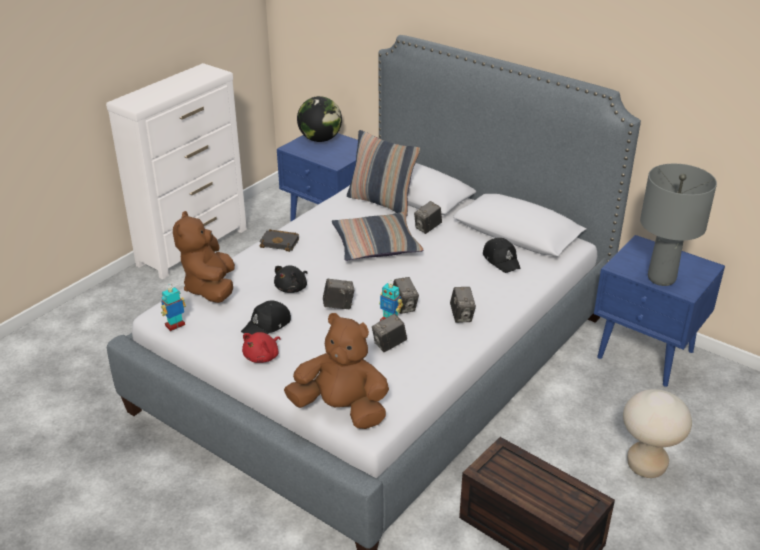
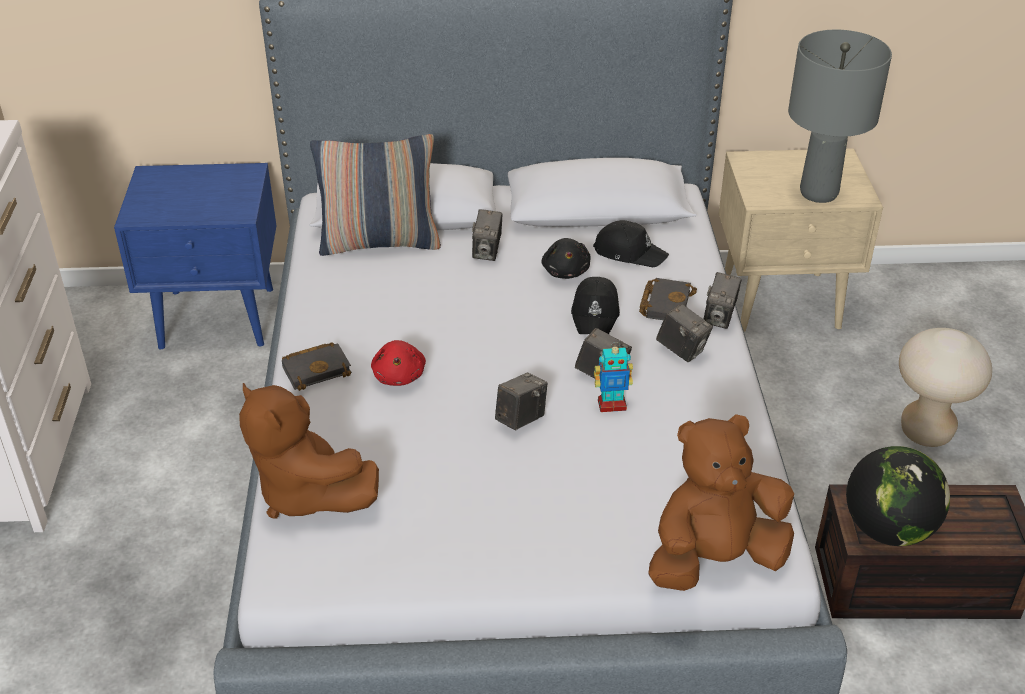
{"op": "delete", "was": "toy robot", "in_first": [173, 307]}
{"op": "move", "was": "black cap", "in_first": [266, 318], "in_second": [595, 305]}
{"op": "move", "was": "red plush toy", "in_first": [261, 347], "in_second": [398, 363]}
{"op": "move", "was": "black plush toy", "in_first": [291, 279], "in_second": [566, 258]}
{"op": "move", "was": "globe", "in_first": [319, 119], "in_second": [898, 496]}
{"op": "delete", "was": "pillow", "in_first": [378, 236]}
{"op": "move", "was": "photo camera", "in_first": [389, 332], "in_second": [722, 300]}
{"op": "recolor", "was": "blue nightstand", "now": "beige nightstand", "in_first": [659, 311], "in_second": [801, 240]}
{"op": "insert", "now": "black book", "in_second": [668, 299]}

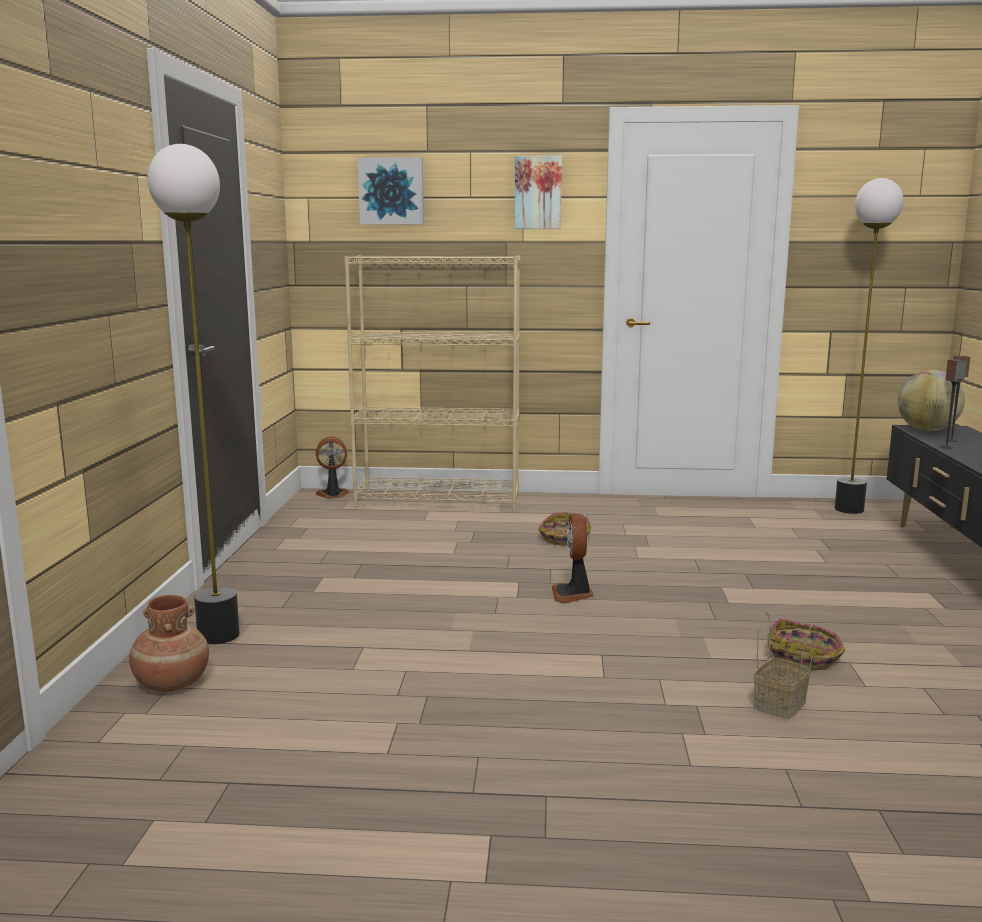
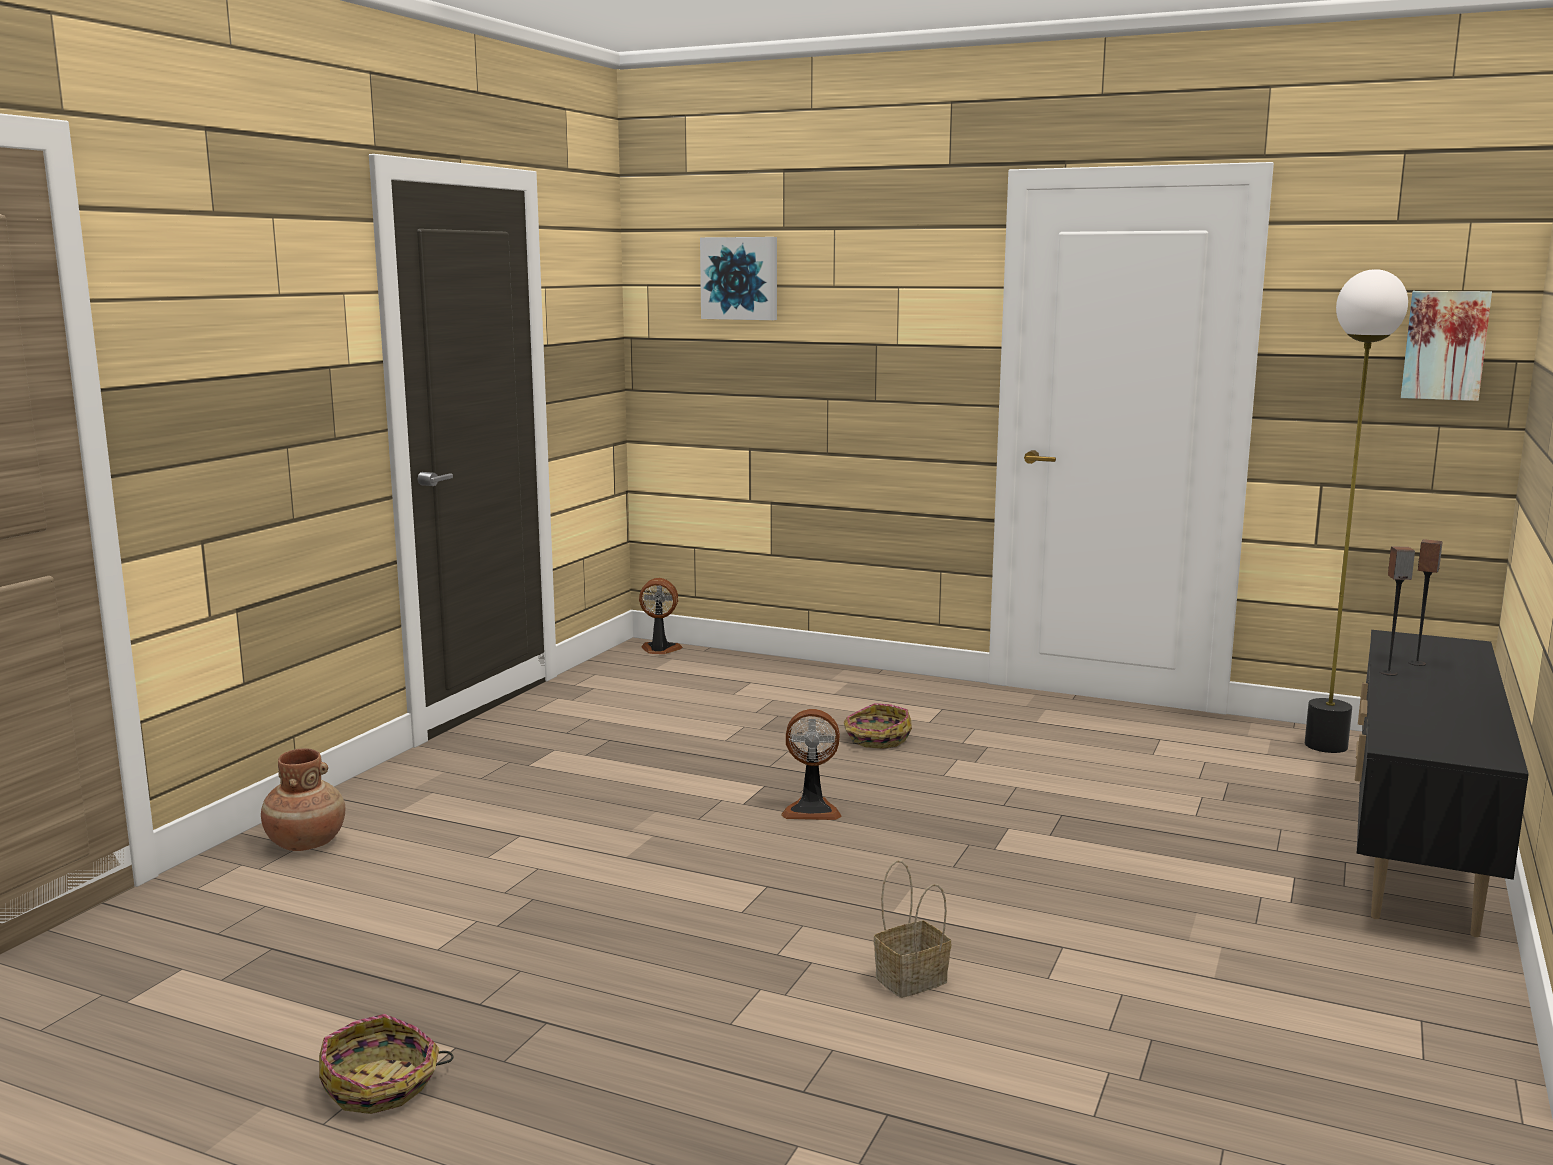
{"op": "delete", "was": "floor lamp", "in_first": [193, 394]}
{"op": "delete", "was": "beige bookcase", "in_first": [432, 383]}
{"op": "move", "was": "picture", "in_first": [538, 192], "in_second": [1446, 346]}
{"op": "rotate", "was": "fan", "in_first": [572, 558], "in_second": [811, 764], "clockwise": -105}
{"op": "move", "was": "basket", "in_first": [806, 644], "in_second": [386, 1064]}
{"op": "delete", "was": "globe", "in_first": [931, 400]}

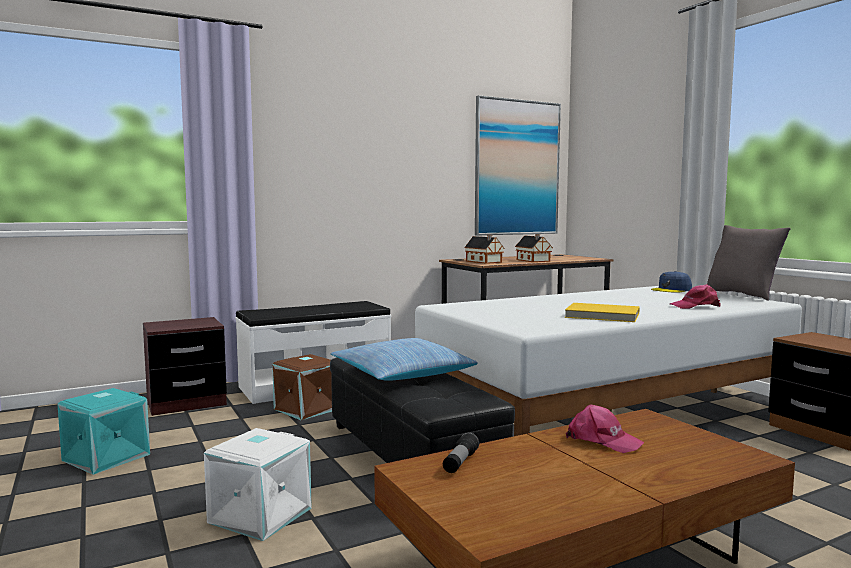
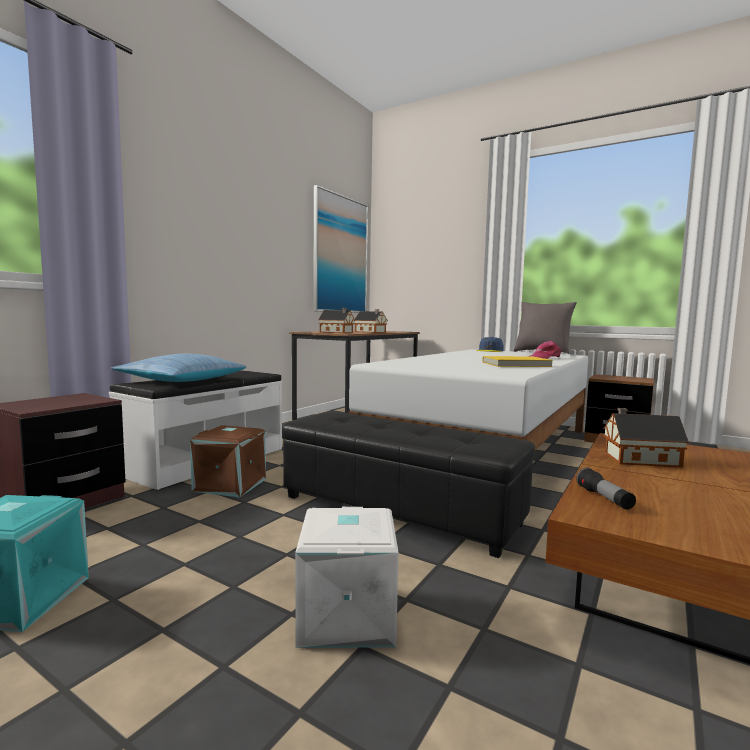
{"op": "move", "was": "pillow", "in_first": [404, 359], "in_second": [178, 367]}
{"op": "replace", "was": "pink cap", "now": "toy house", "in_first": [605, 428], "in_second": [646, 438]}

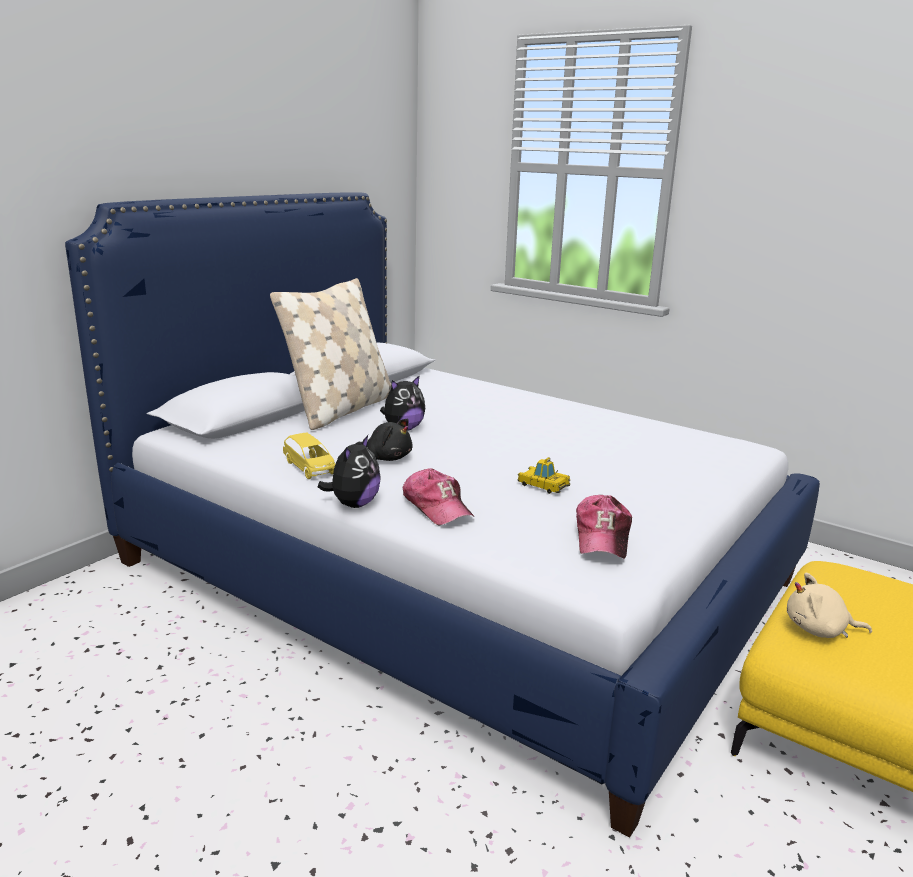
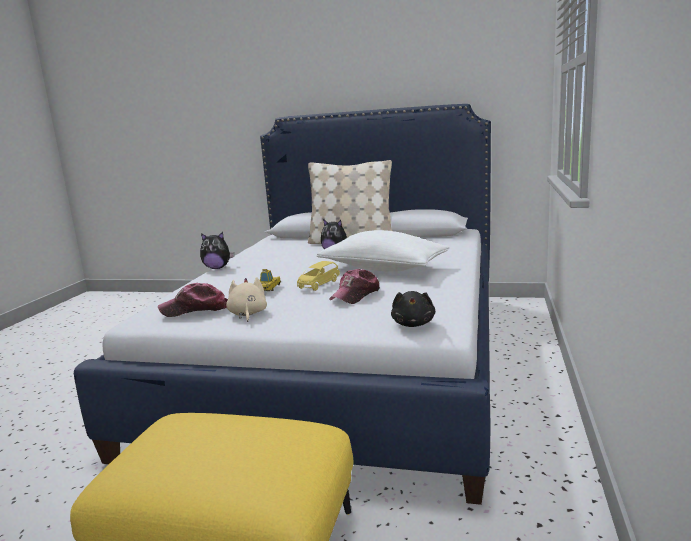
{"op": "move", "was": "yellow toy car", "in_first": [309, 455], "in_second": [318, 276]}
{"op": "move", "was": "black plush toy", "in_first": [384, 440], "in_second": [413, 309]}
{"op": "move", "was": "cap", "in_first": [438, 496], "in_second": [354, 286]}
{"op": "move", "was": "beige plush toy", "in_first": [829, 605], "in_second": [246, 299]}
{"op": "insert", "now": "white pillow", "in_second": [383, 251]}

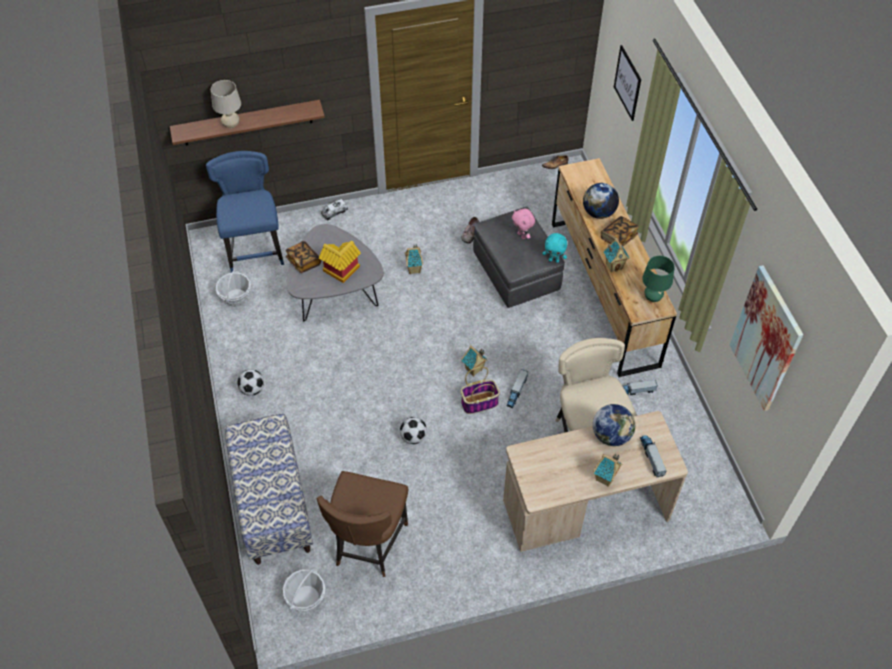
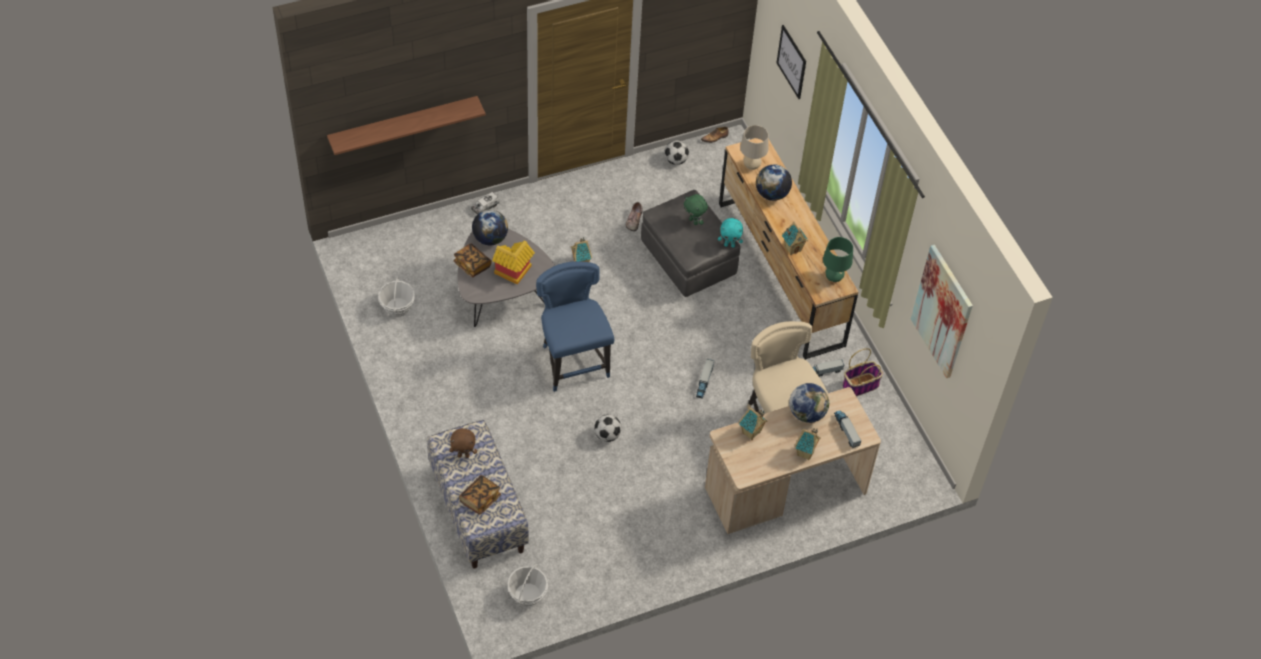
{"op": "move", "was": "blue chair", "in_first": [245, 212], "in_second": [575, 326]}
{"op": "move", "was": "beige table lamp", "in_first": [226, 104], "in_second": [754, 147]}
{"op": "move", "was": "football", "in_first": [250, 382], "in_second": [677, 152]}
{"op": "delete", "was": "brown chair", "in_first": [362, 524]}
{"op": "move", "was": "basket", "in_first": [480, 390], "in_second": [862, 372]}
{"op": "move", "was": "toy house", "in_first": [474, 361], "in_second": [753, 423]}
{"op": "recolor", "was": "pink plush toy", "now": "green plush toy", "in_first": [523, 224], "in_second": [696, 209]}
{"op": "move", "was": "book", "in_first": [620, 231], "in_second": [480, 495]}
{"op": "insert", "now": "brown plush toy", "in_second": [463, 443]}
{"op": "insert", "now": "globe", "in_second": [490, 227]}

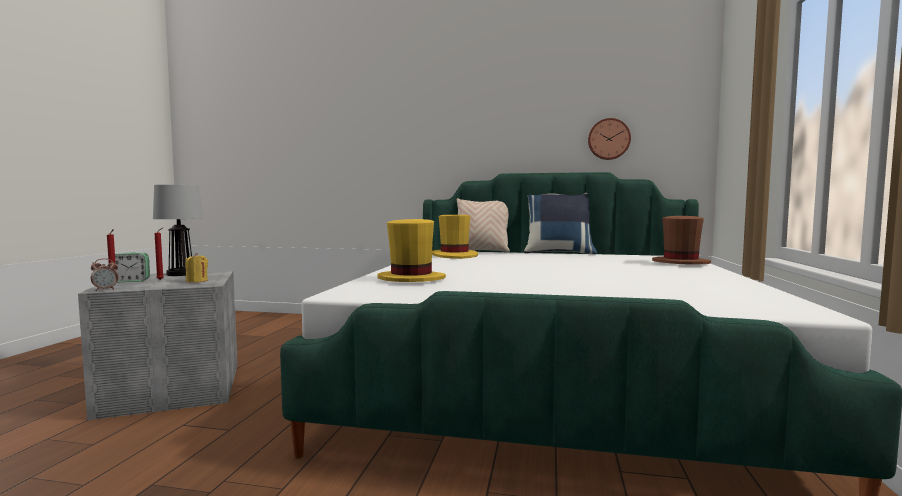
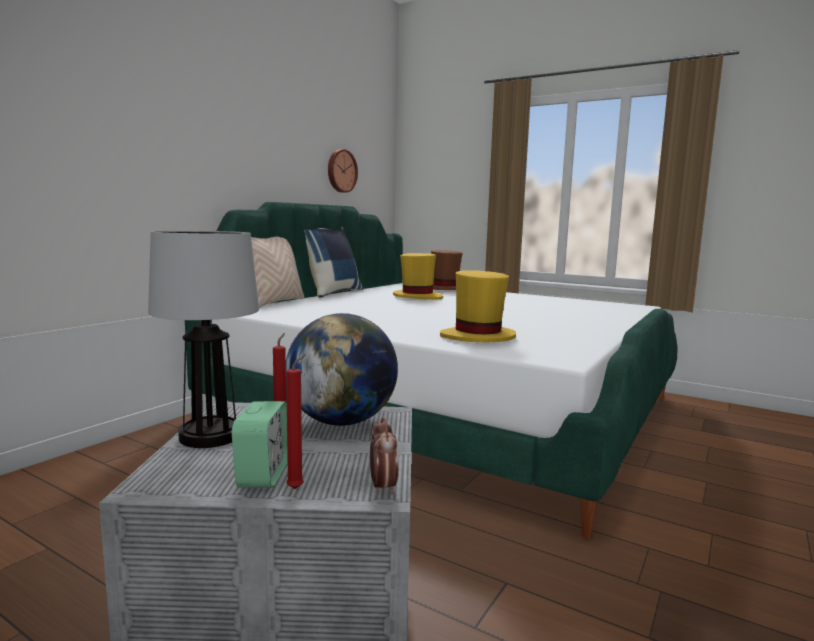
{"op": "replace", "was": "yellow candle", "now": "globe", "in_first": [196, 268], "in_second": [342, 369]}
{"op": "move", "was": "yellow hat", "in_first": [455, 237], "in_second": [418, 276]}

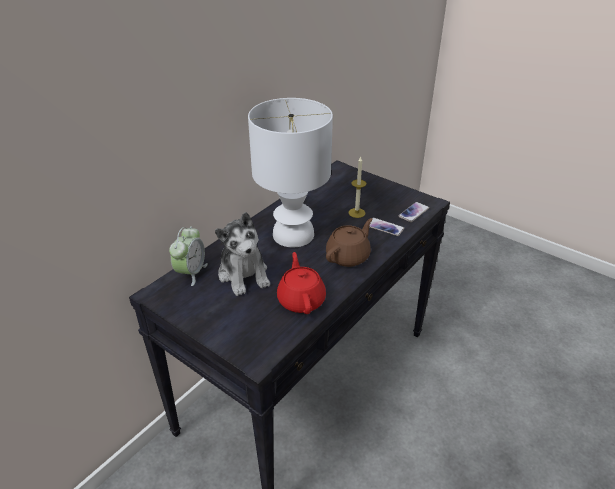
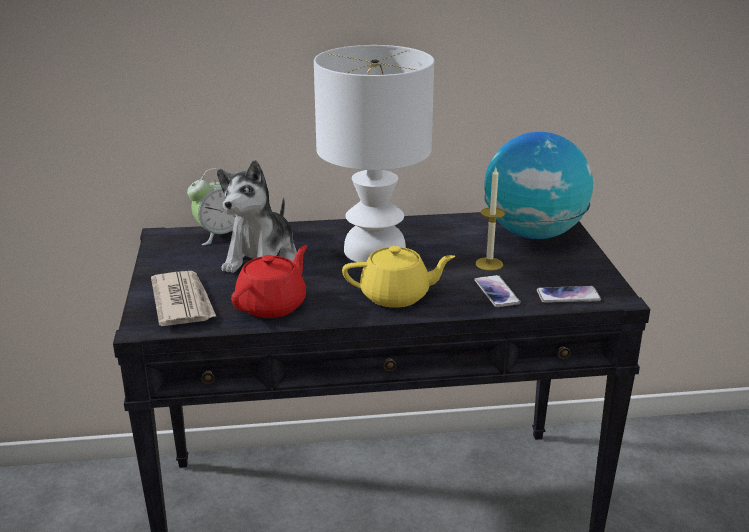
{"op": "recolor", "was": "brown teapot", "now": "yellow teapot", "in_first": [349, 242], "in_second": [398, 277]}
{"op": "insert", "now": "newspaper", "in_second": [183, 298]}
{"op": "insert", "now": "globe", "in_second": [538, 185]}

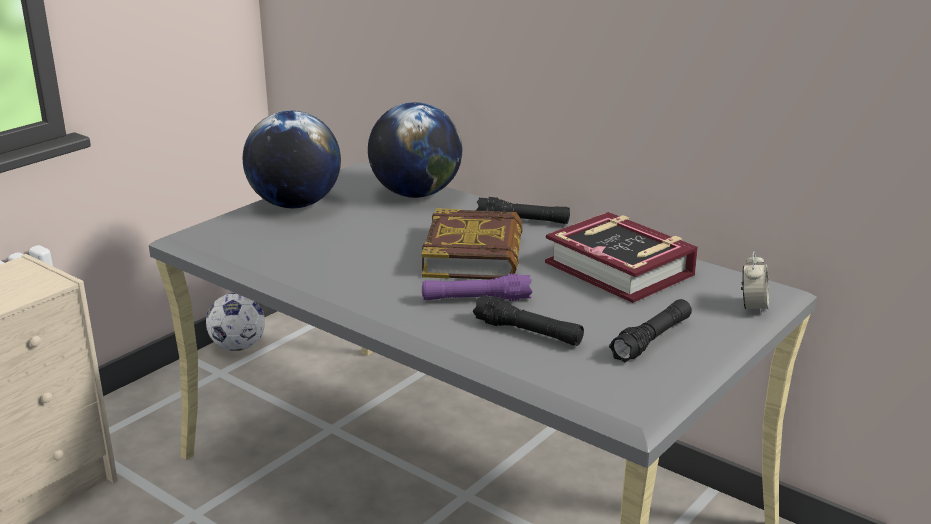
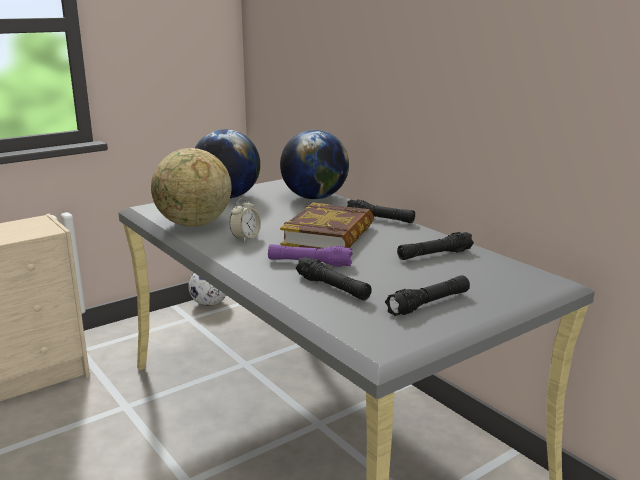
{"op": "replace", "was": "book", "now": "black flashlight", "in_first": [621, 257], "in_second": [435, 246]}
{"op": "move", "was": "alarm clock", "in_first": [755, 283], "in_second": [245, 220]}
{"op": "insert", "now": "globe", "in_second": [191, 187]}

